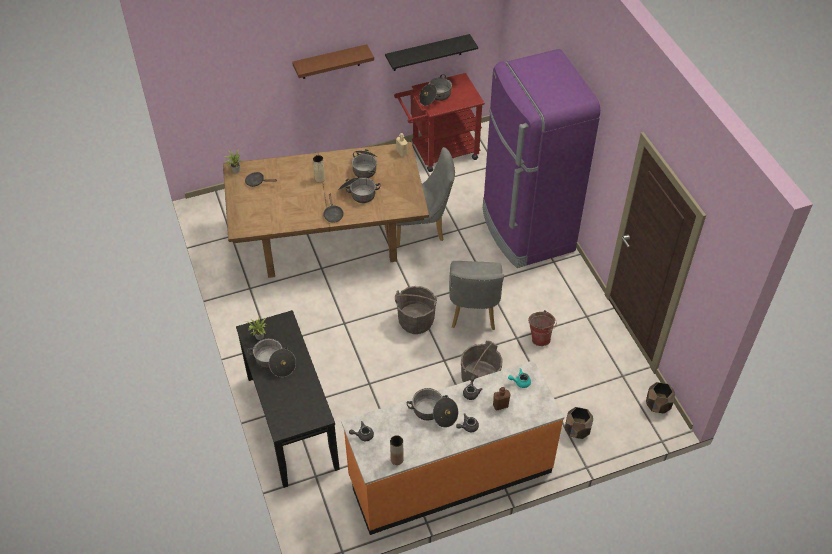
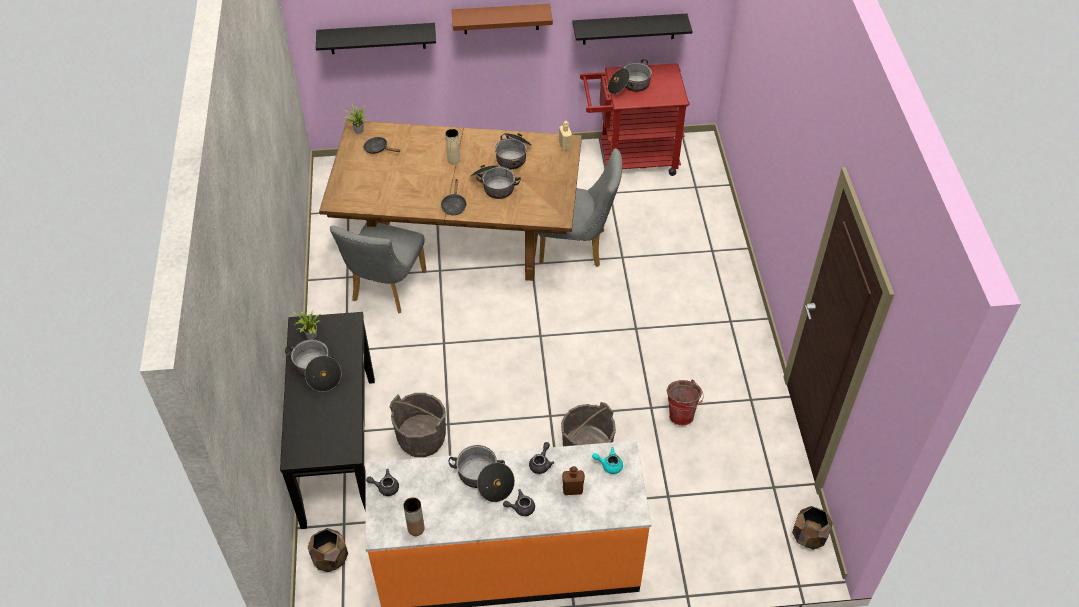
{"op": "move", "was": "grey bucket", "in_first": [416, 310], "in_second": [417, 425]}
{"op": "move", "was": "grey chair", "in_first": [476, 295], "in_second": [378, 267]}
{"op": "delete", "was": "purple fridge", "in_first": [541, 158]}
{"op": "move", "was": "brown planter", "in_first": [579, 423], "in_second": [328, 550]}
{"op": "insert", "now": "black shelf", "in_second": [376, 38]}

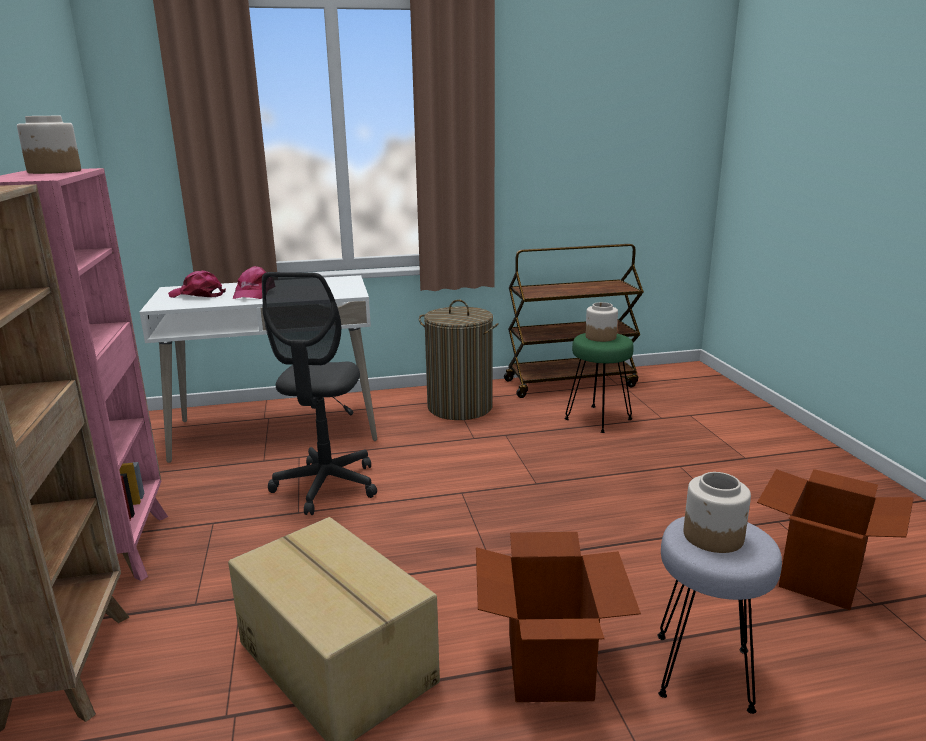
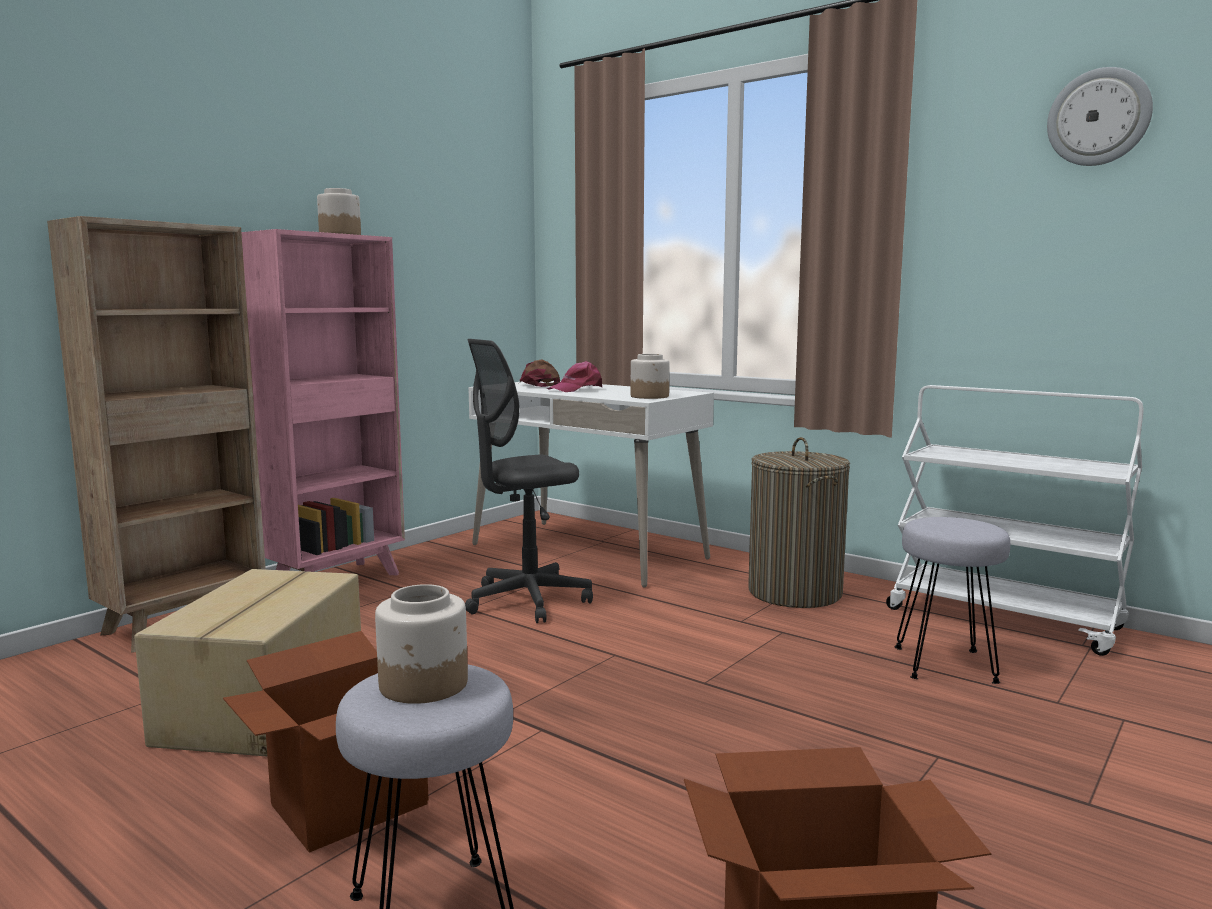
{"op": "recolor", "was": "pink cap", "now": "brown cap", "in_first": [197, 284], "in_second": [539, 373]}
{"op": "recolor", "was": "brown cart", "now": "white cart", "in_first": [574, 321], "in_second": [1015, 520]}
{"op": "recolor", "was": "green stool", "now": "grey stool", "in_first": [599, 383], "in_second": [952, 600]}
{"op": "move", "was": "jar", "in_first": [601, 322], "in_second": [650, 376]}
{"op": "insert", "now": "wall clock", "in_second": [1100, 116]}

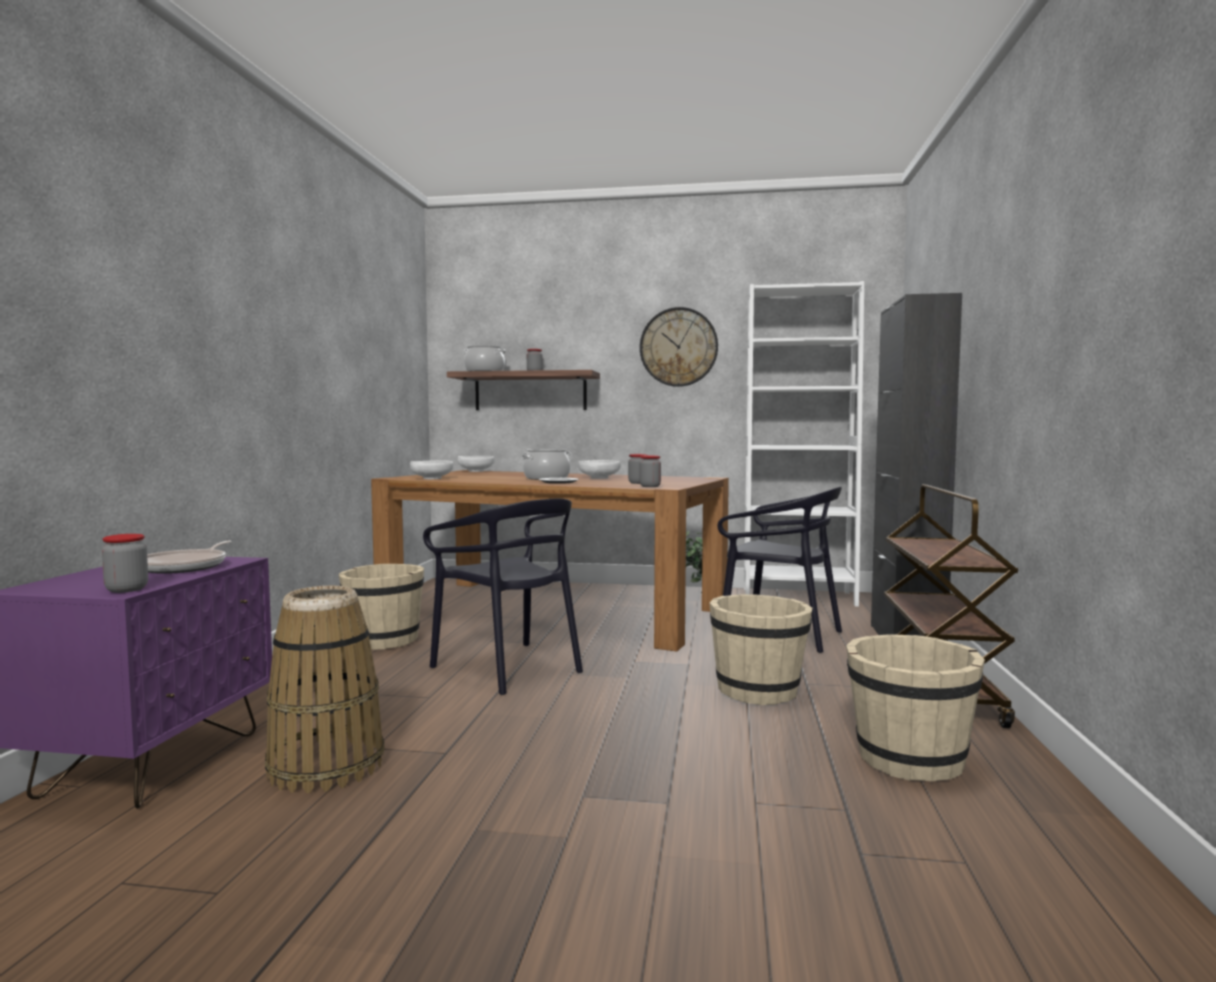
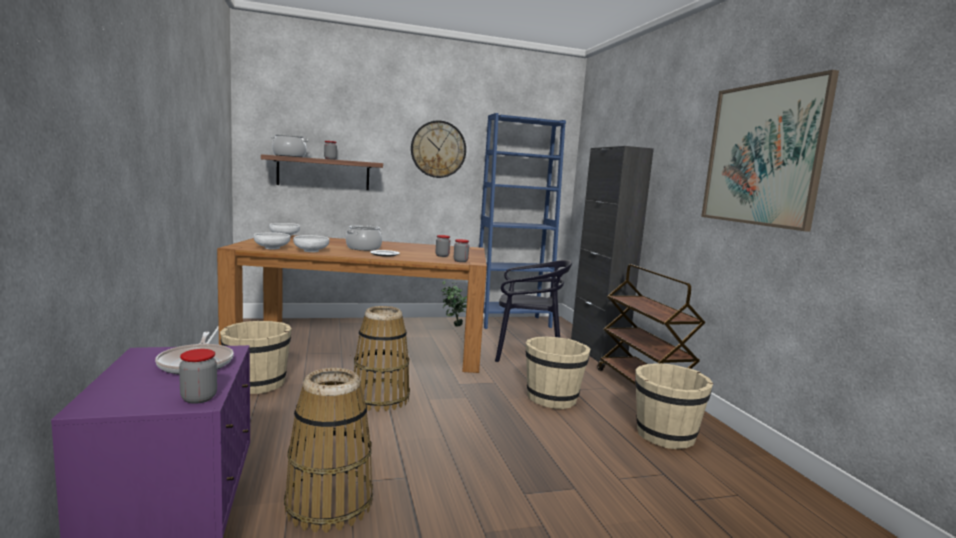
{"op": "replace", "was": "black chair", "now": "basket", "in_first": [503, 597], "in_second": [382, 359]}
{"op": "move", "was": "white bowl", "in_first": [599, 469], "in_second": [311, 243]}
{"op": "recolor", "was": "white bookcase", "now": "blue bookcase", "in_first": [804, 444], "in_second": [522, 221]}
{"op": "insert", "now": "picture", "in_second": [770, 151]}

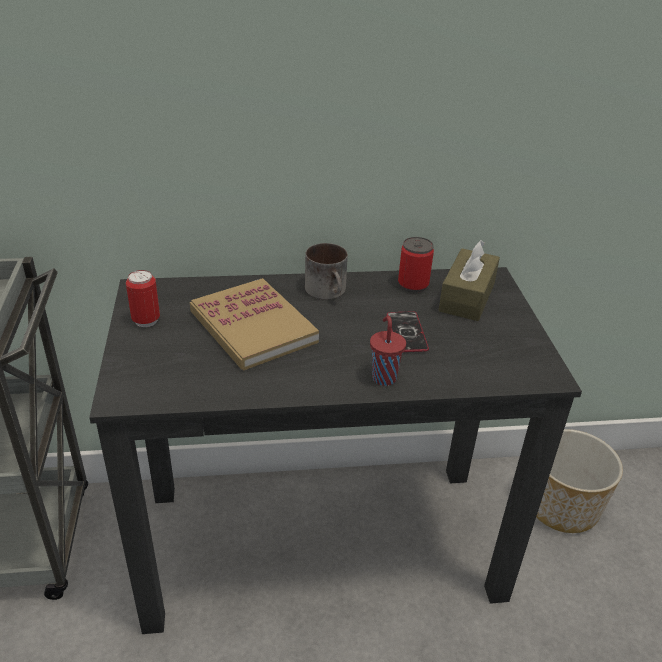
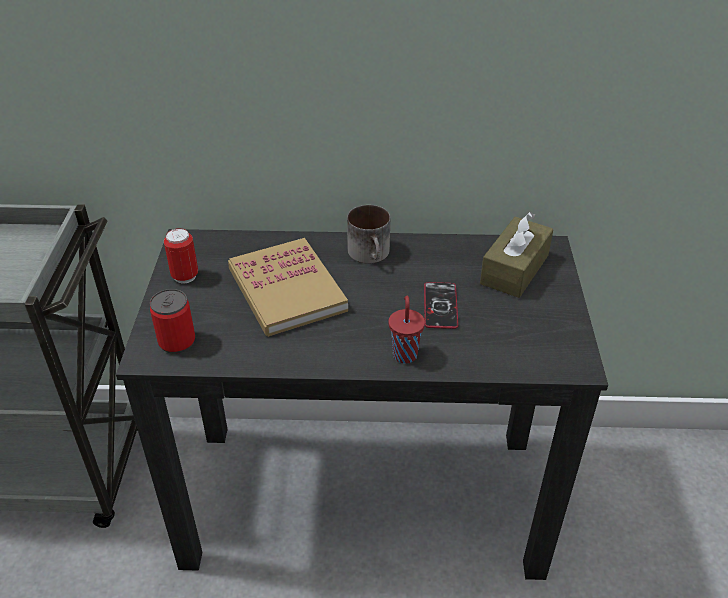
{"op": "move", "was": "can", "in_first": [416, 264], "in_second": [172, 321]}
{"op": "delete", "was": "planter", "in_first": [579, 481]}

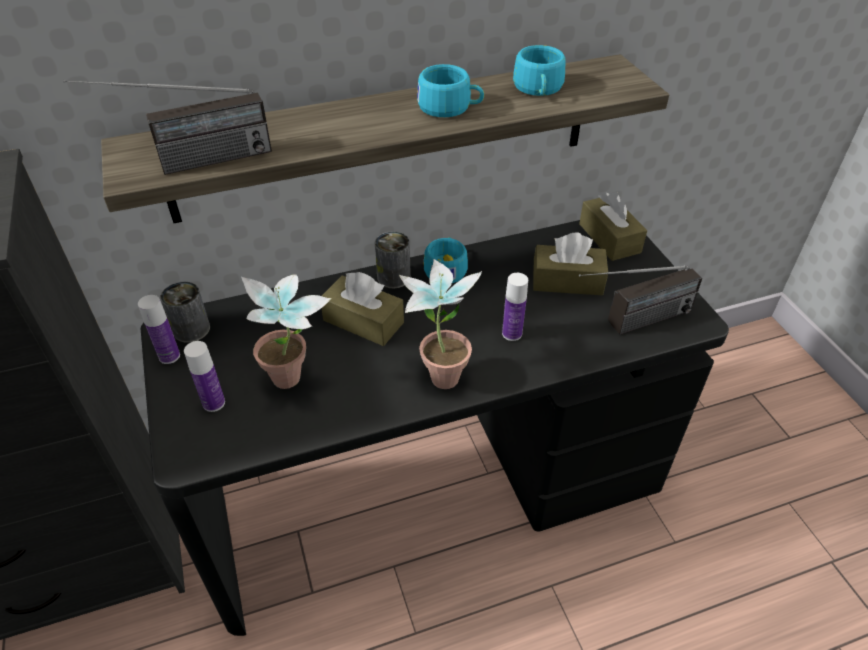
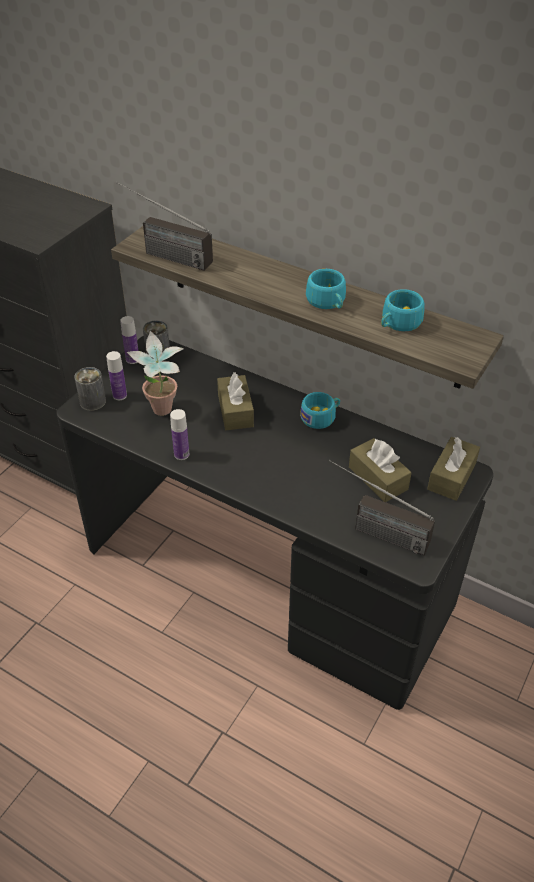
{"op": "move", "was": "can", "in_first": [393, 259], "in_second": [90, 389]}
{"op": "delete", "was": "potted plant", "in_first": [440, 324]}
{"op": "move", "was": "bottle", "in_first": [515, 307], "in_second": [179, 434]}

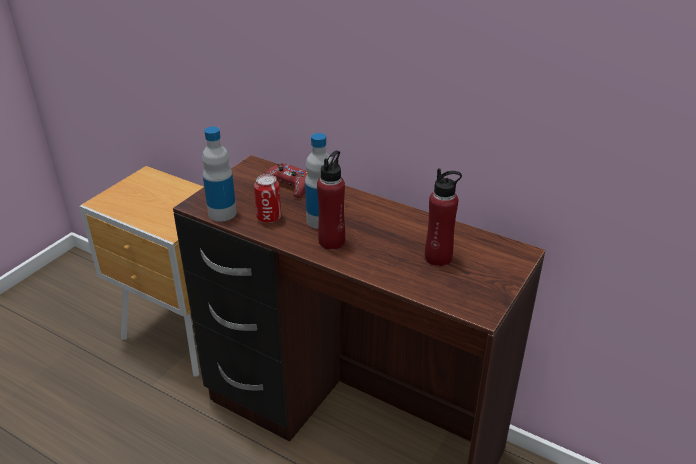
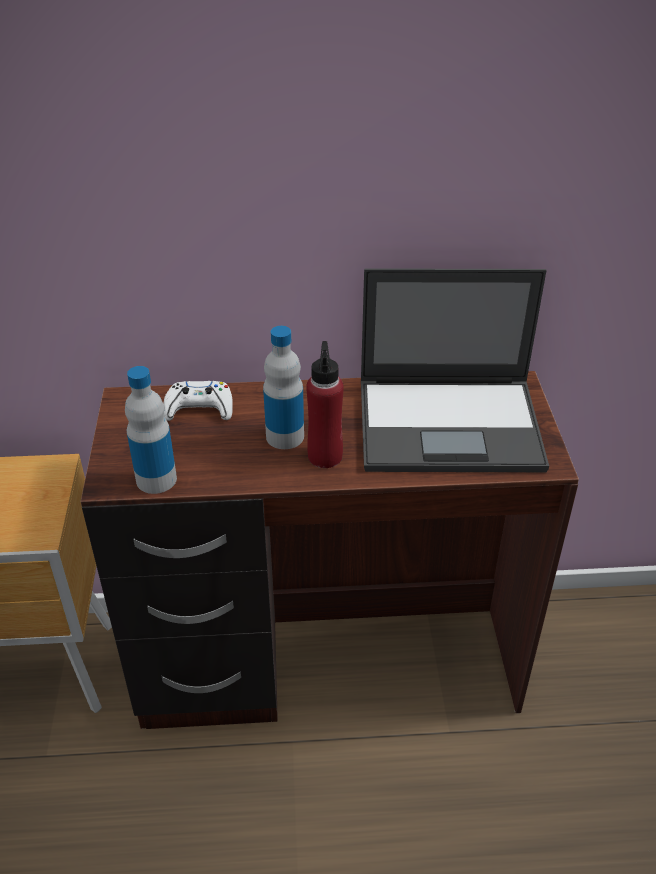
{"op": "delete", "was": "can", "in_first": [267, 198]}
{"op": "recolor", "was": "red game controller", "now": "white game controller", "in_first": [286, 180], "in_second": [198, 401]}
{"op": "replace", "was": "red bottle", "now": "laptop", "in_first": [443, 217], "in_second": [455, 370]}

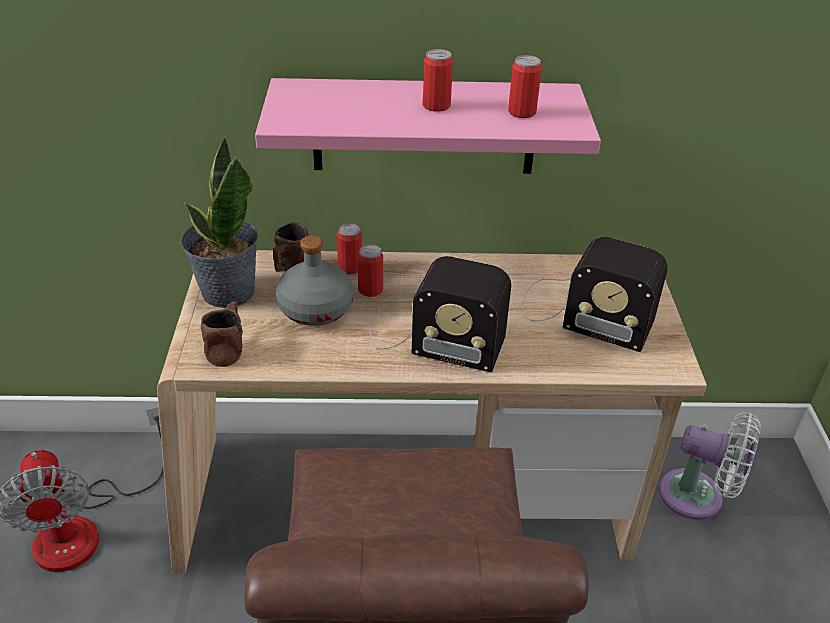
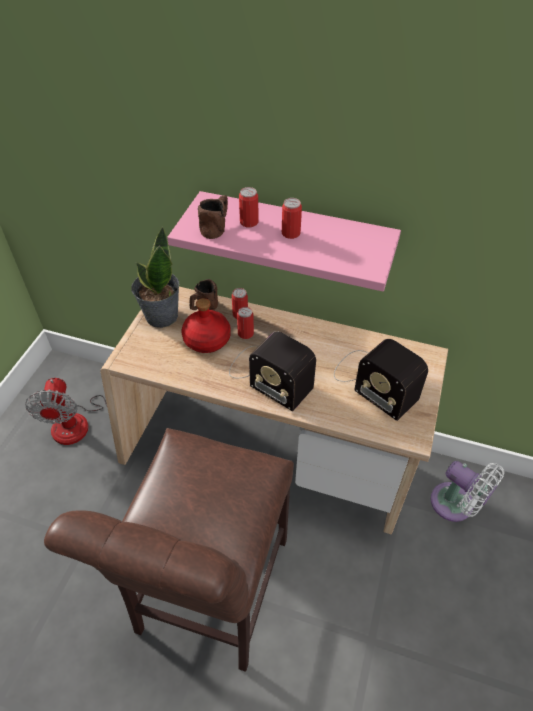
{"op": "move", "was": "brown mug", "in_first": [222, 334], "in_second": [213, 217]}
{"op": "recolor", "was": "grey bottle", "now": "red bottle", "in_first": [315, 280], "in_second": [206, 325]}
{"op": "move", "was": "can", "in_first": [525, 86], "in_second": [249, 207]}

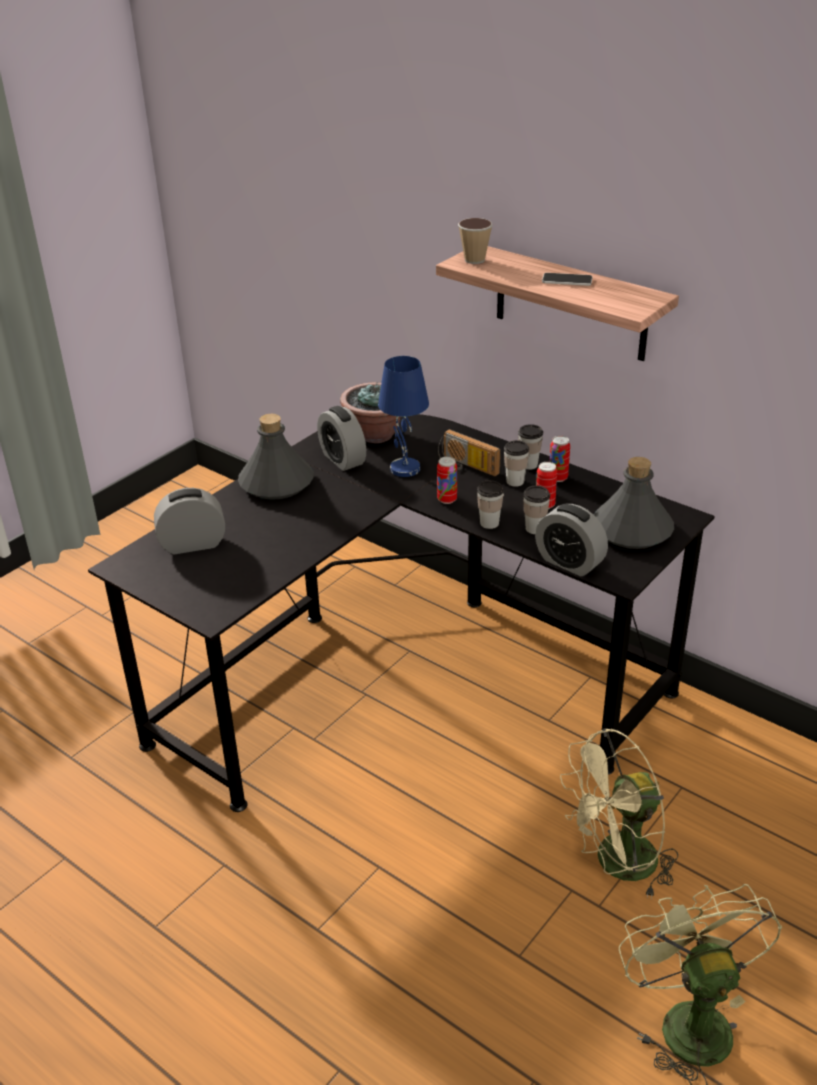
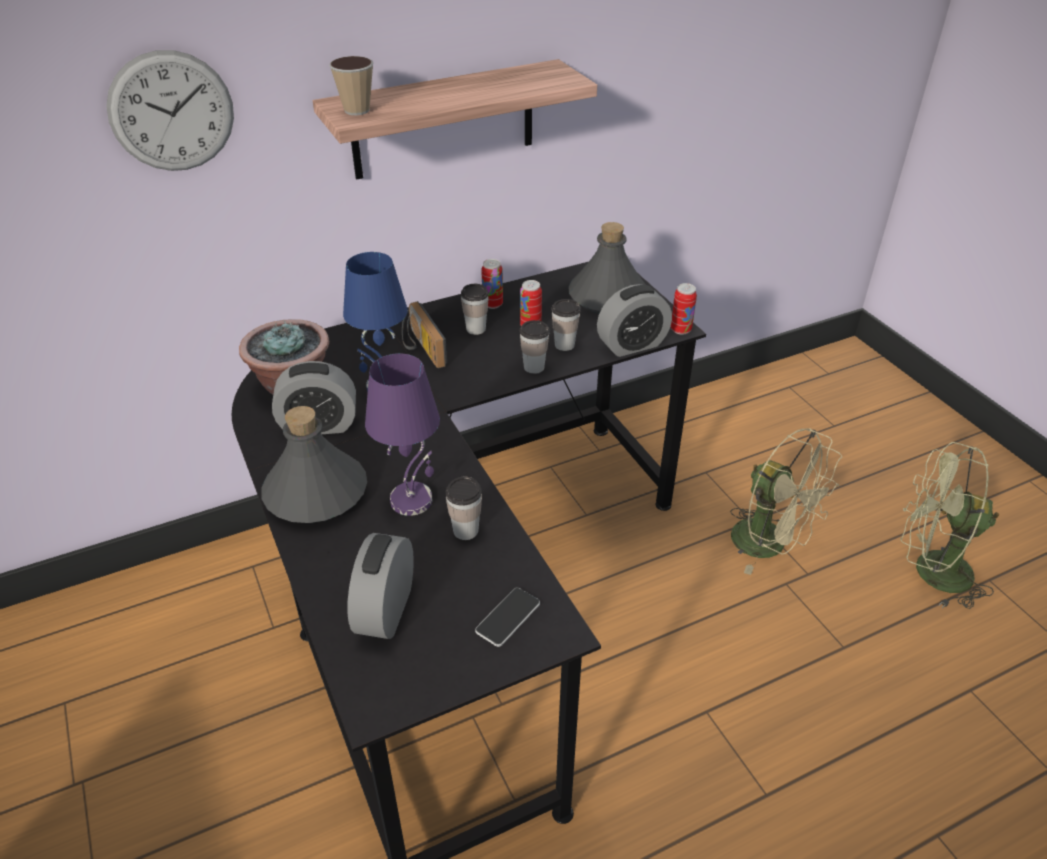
{"op": "move", "was": "can", "in_first": [447, 480], "in_second": [684, 309]}
{"op": "rotate", "was": "radio", "in_first": [469, 452], "in_second": [424, 334], "clockwise": 90}
{"op": "move", "was": "cup", "in_first": [530, 447], "in_second": [464, 508]}
{"op": "move", "was": "phone", "in_first": [567, 279], "in_second": [507, 617]}
{"op": "rotate", "was": "beige fan", "in_first": [619, 813], "in_second": [786, 501], "clockwise": -45}
{"op": "insert", "now": "wall clock", "in_second": [170, 110]}
{"op": "insert", "now": "purple table lamp", "in_second": [402, 434]}

